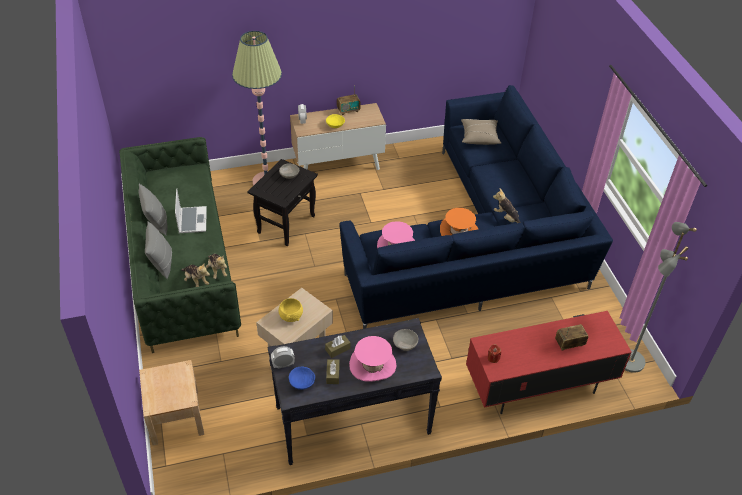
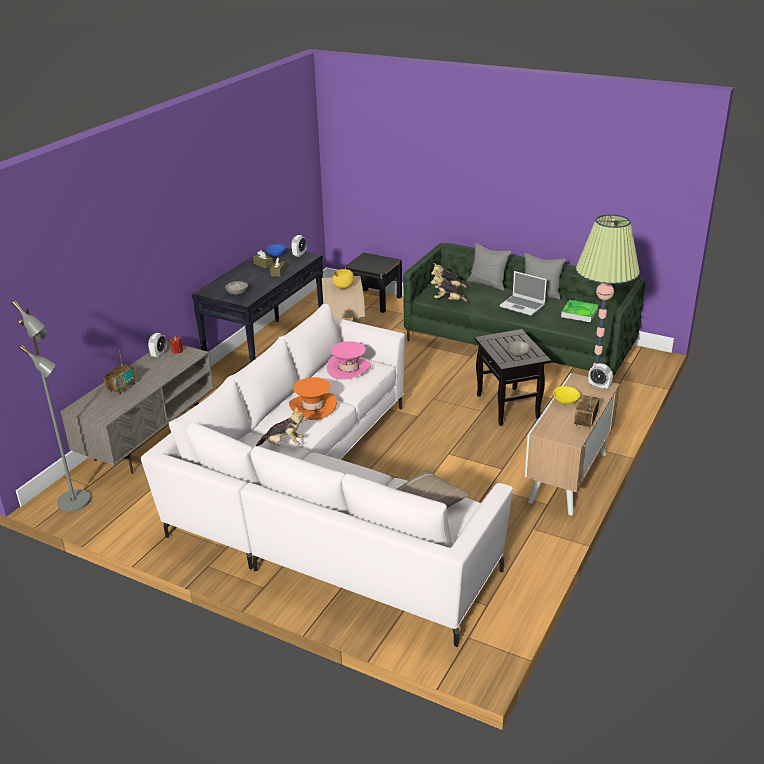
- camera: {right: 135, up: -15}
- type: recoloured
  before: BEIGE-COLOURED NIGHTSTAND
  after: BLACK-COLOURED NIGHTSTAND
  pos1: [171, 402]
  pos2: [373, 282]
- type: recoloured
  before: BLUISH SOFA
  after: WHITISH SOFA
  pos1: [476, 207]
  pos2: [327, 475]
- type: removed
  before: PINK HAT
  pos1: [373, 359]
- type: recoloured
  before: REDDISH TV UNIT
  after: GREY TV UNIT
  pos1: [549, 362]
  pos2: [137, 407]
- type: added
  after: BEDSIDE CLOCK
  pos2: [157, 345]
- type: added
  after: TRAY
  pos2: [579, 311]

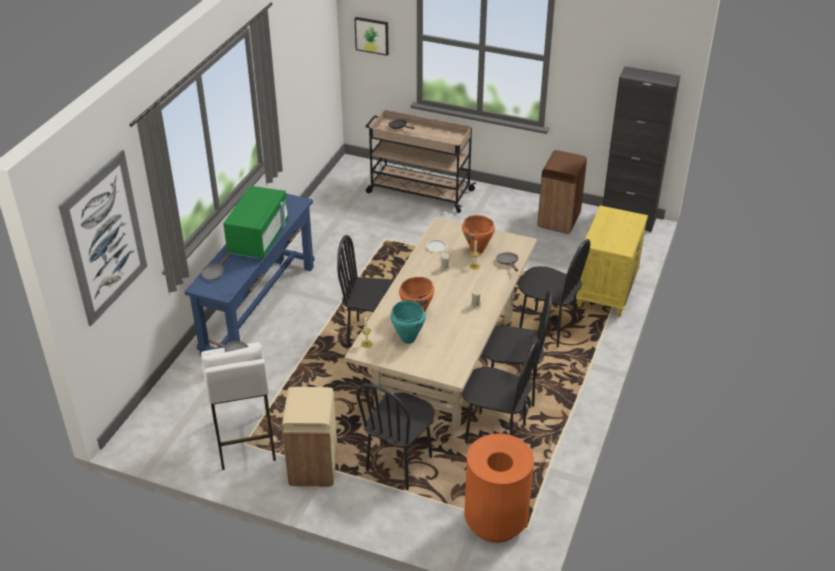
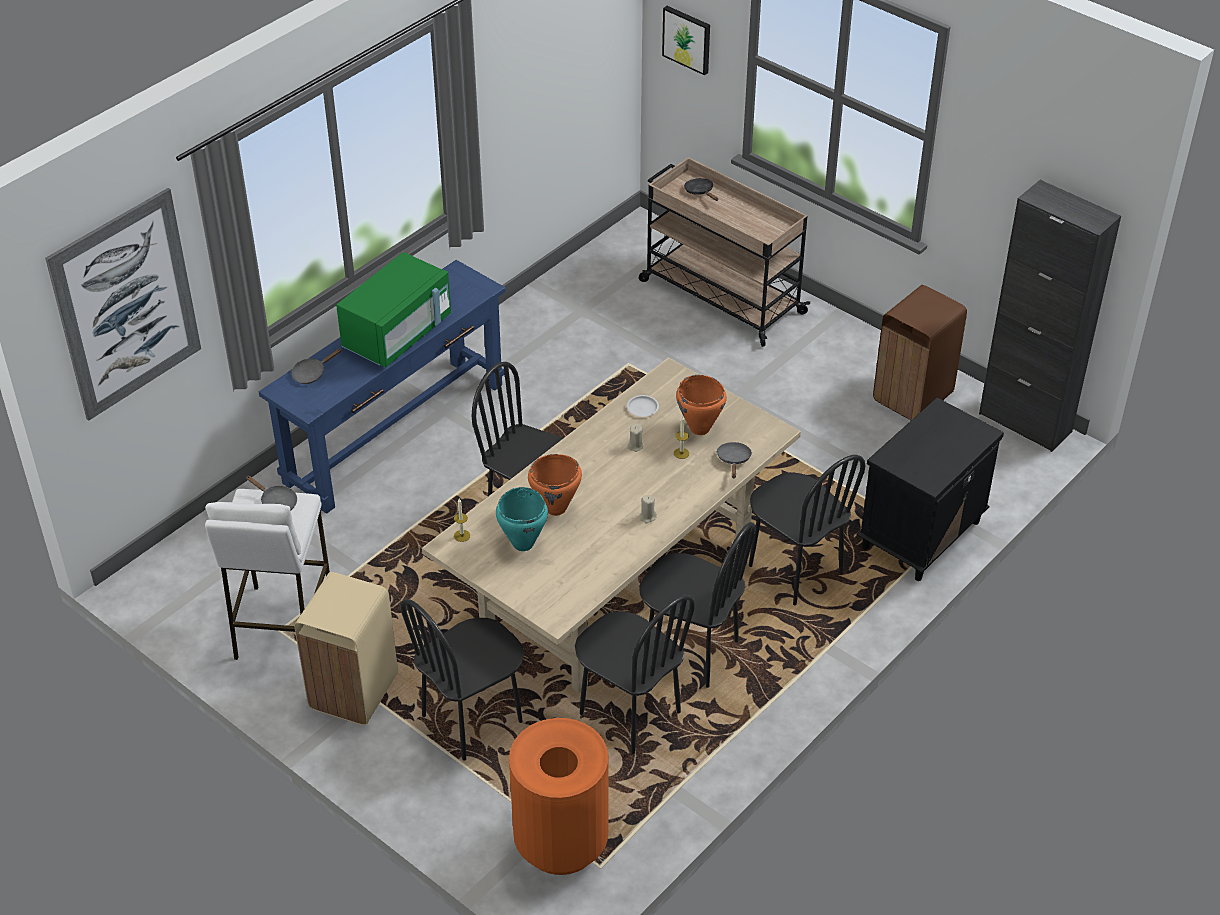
- camera: {right: 20, up: 5}
- type: recoloured
  before: YELLOW-COLOURED NIGHTSTAND
  after: BLACK-COLOURED NIGHTSTAND
  pos1: [612, 261]
  pos2: [930, 489]

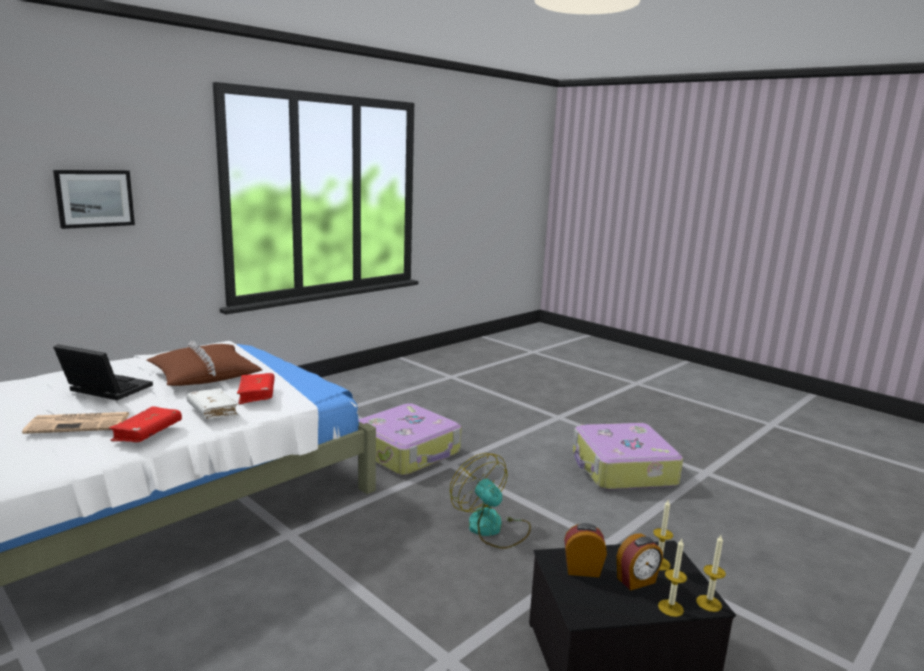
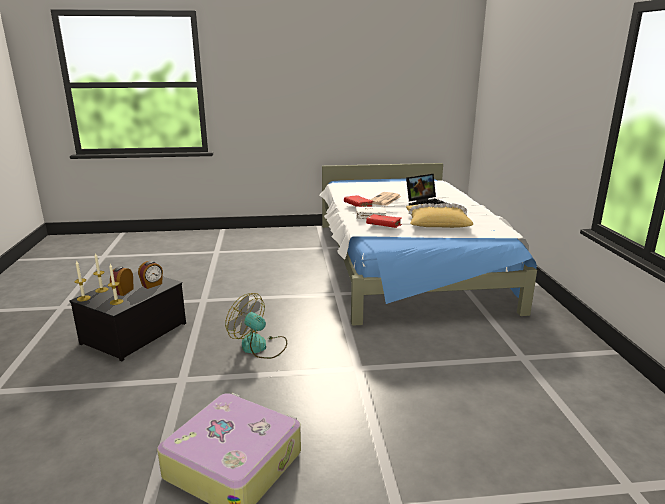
- camera: {right: 130, up: 5}
- type: removed
  before: WALL PICTURE
  pos1: [94, 199]
- type: recoloured
  before: BROWN-COLOURED PILLOW
  after: YELLOW-COLOURED PILLOW
  pos1: [204, 363]
  pos2: [439, 215]
- type: removed
  before: SUITCASE
  pos1: [410, 439]
- type: turned
  before: COOLING FAN
  pos1: [490, 501]
  pos2: [256, 326]
  turn: -150

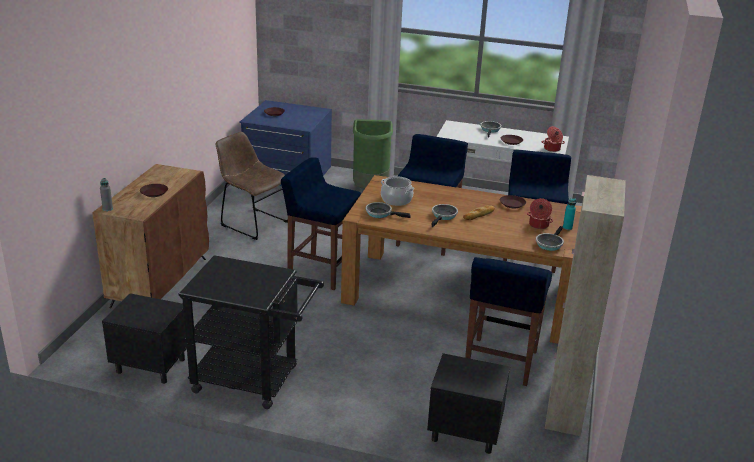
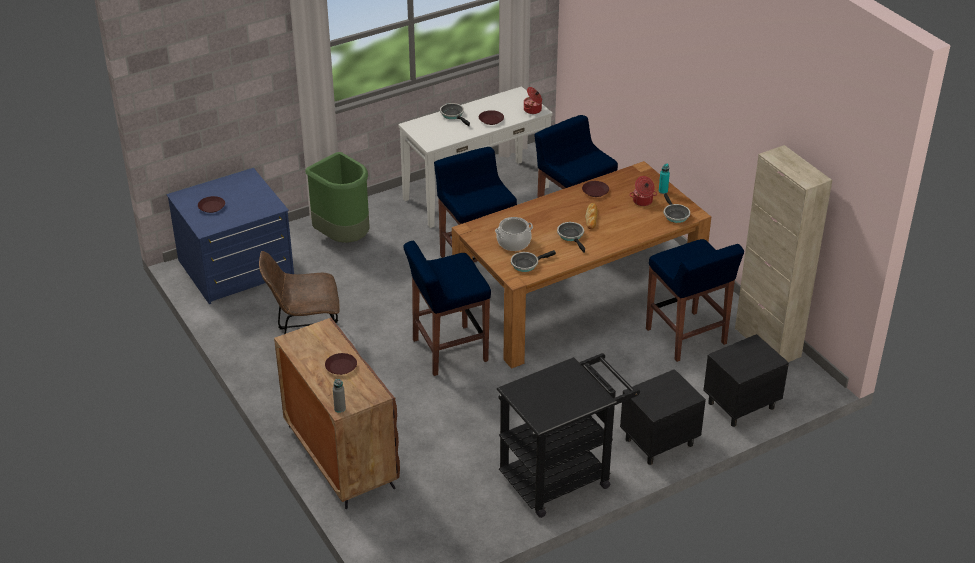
- camera: {right: -45, up: 10}
- type: moved
  before: BLACK-COLOURED NIGHTSTAND
  pos1: [144, 338]
  pos2: [663, 417]

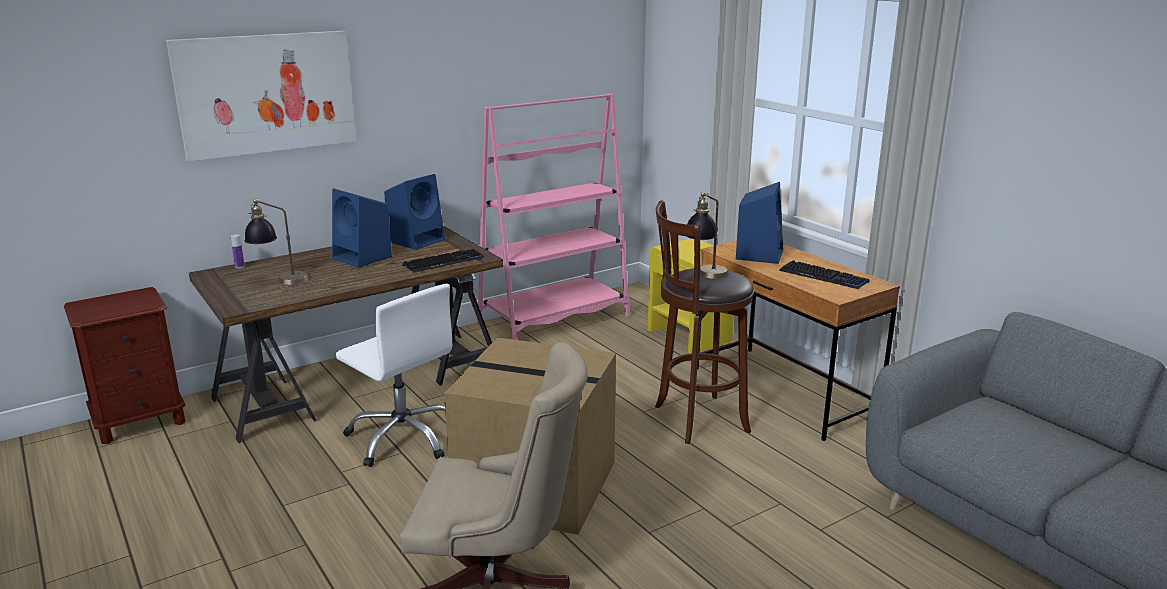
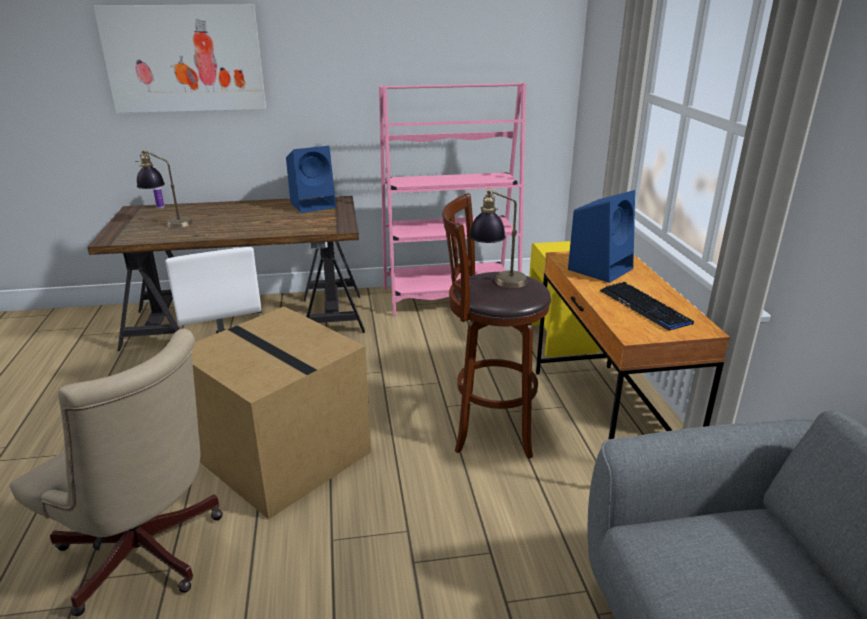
- camera: {right: 25, up: 5}
- type: removed
  before: BROWN-COLOURED NIGHTSTAND
  pos1: [125, 365]
- type: removed
  before: BLUISH SPEAKER
  pos1: [362, 228]
- type: removed
  before: KEYBOARD
  pos1: [443, 261]

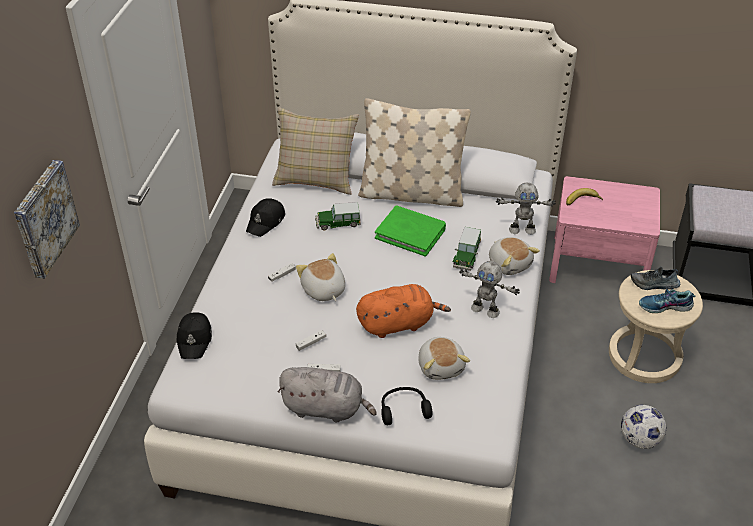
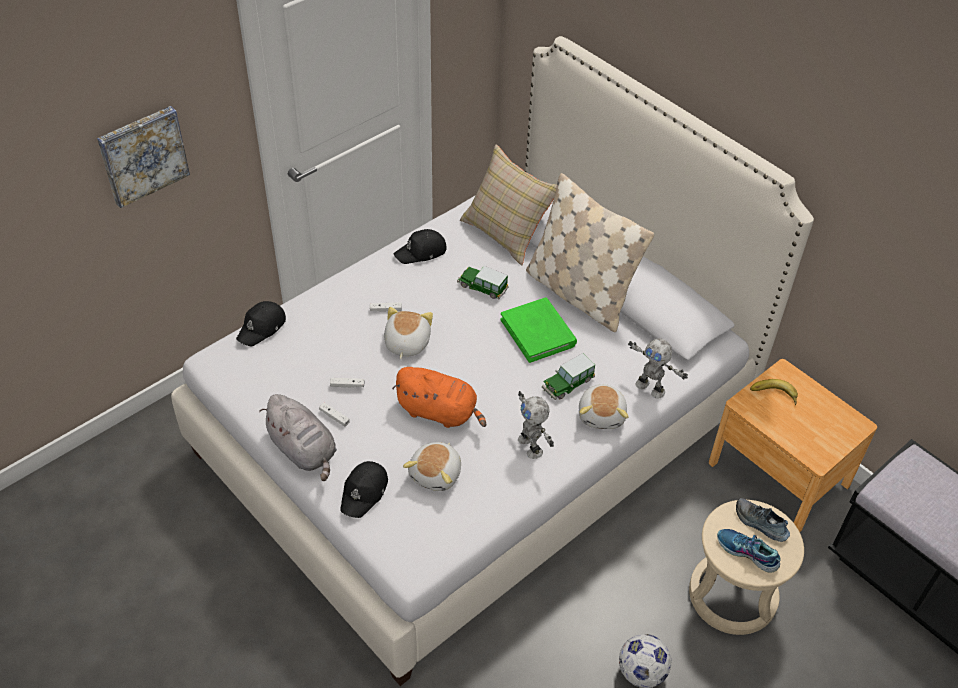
- camera: {right: 35, up: 5}
- type: replaced
  before: BLACK-COLOURED PAIR OF HEADPHONES
  after: BLACK-COLOURED PEAKED CAP
  pos1: [407, 406]
  pos2: [364, 489]
- type: recoloured
  before: PINK NIGHTSTAND
  after: BROWN-COLOURED NIGHTSTAND
  pos1: [604, 229]
  pos2: [793, 445]

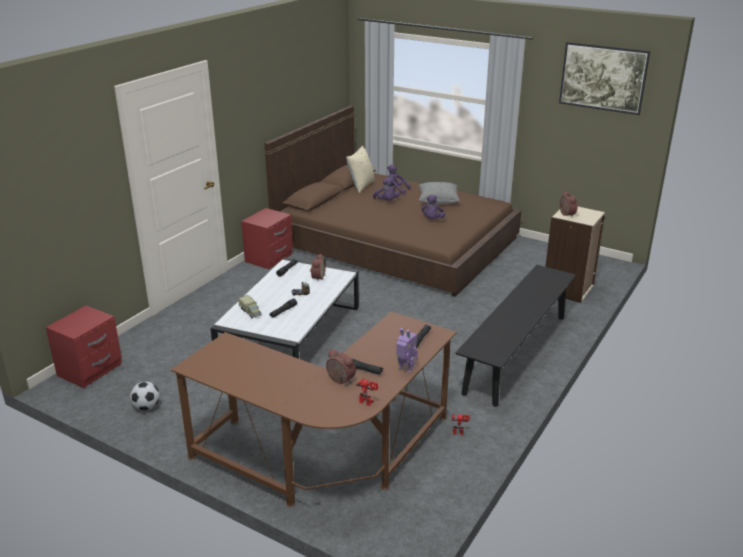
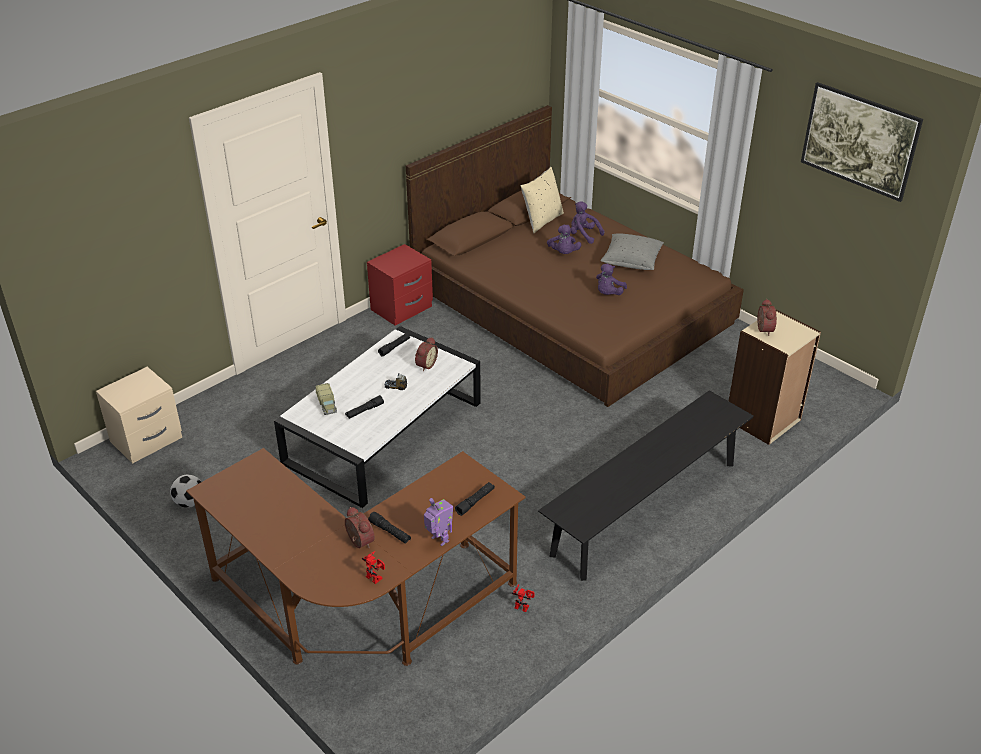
- camera: {right: 15, up: 10}
- type: recoloured
  before: REDDISH NIGHTSTAND
  after: BEIGE-COLOURED NIGHTSTAND
  pos1: [84, 347]
  pos2: [139, 415]

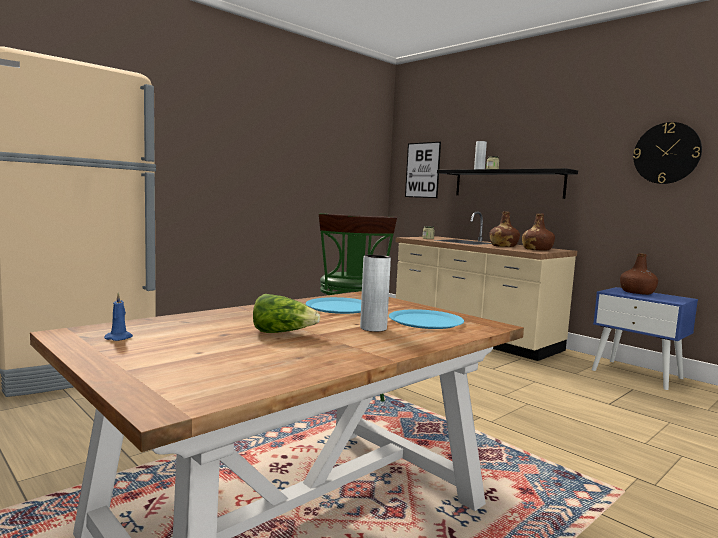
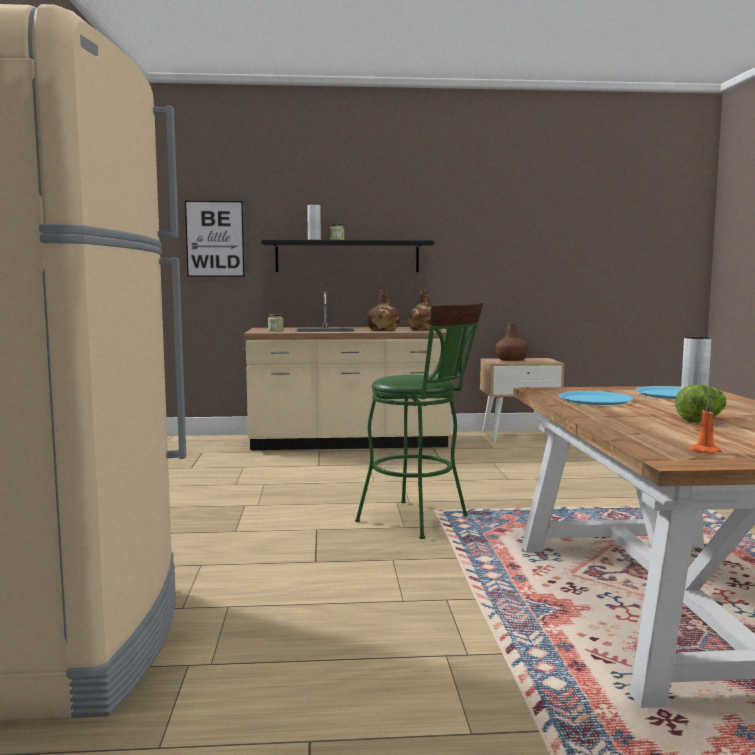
- camera: {right: -50, up: 0}
- type: recoloured
  before: BLUISH WAX CANDLE
  after: ORANGEY WAX CANDLE
  pos1: [118, 316]
  pos2: [705, 427]
- type: recoloured
  before: BLUISH NIGHTSTAND
  after: BEIGE-COLOURED NIGHTSTAND
  pos1: [645, 338]
  pos2: [522, 400]
- type: removed
  before: WALL CLOCK
  pos1: [667, 153]

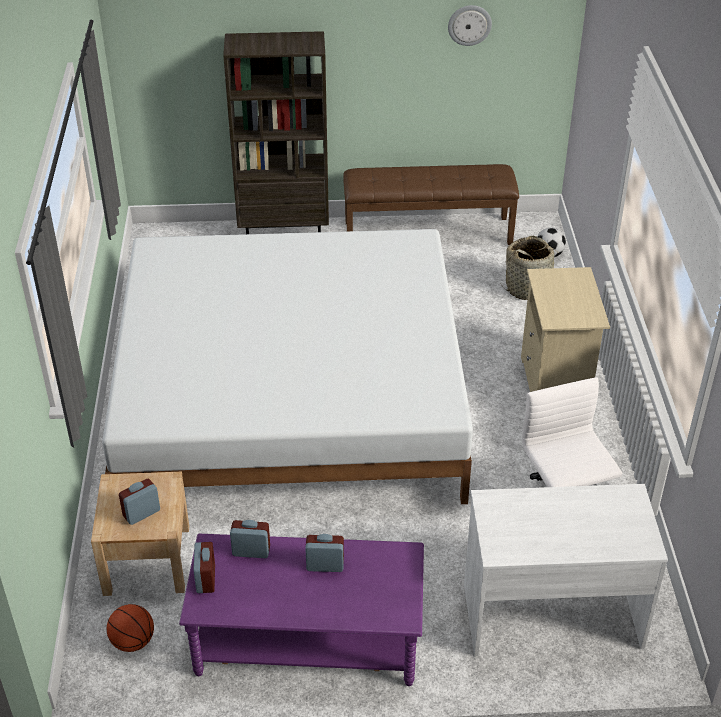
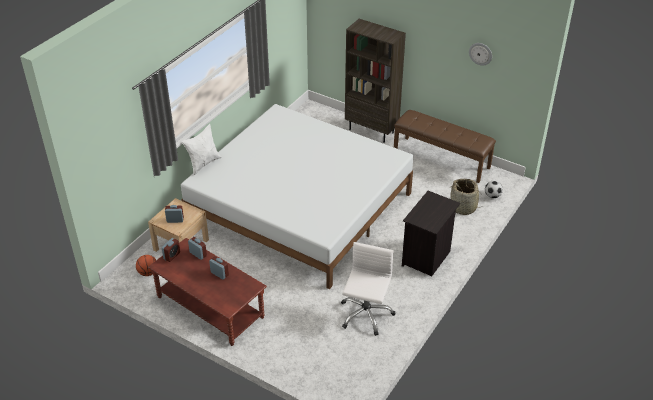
- camera: {right: 35, up: 0}
- type: recoloured
  before: PURPLE-COLOURED LOW TABLE
  after: BROWN-COLOURED LOW TABLE
  pos1: [301, 610]
  pos2: [207, 292]
- type: removed
  before: WHITISH DESK TABLE
  pos1: [566, 570]
- type: recoloured
  before: BEIGE-COLOURED NIGHTSTAND
  after: BLACK-COLOURED NIGHTSTAND
  pos1: [565, 329]
  pos2: [431, 233]
- type: added
  after: WHITISH PILLOW
  pos2: [202, 149]

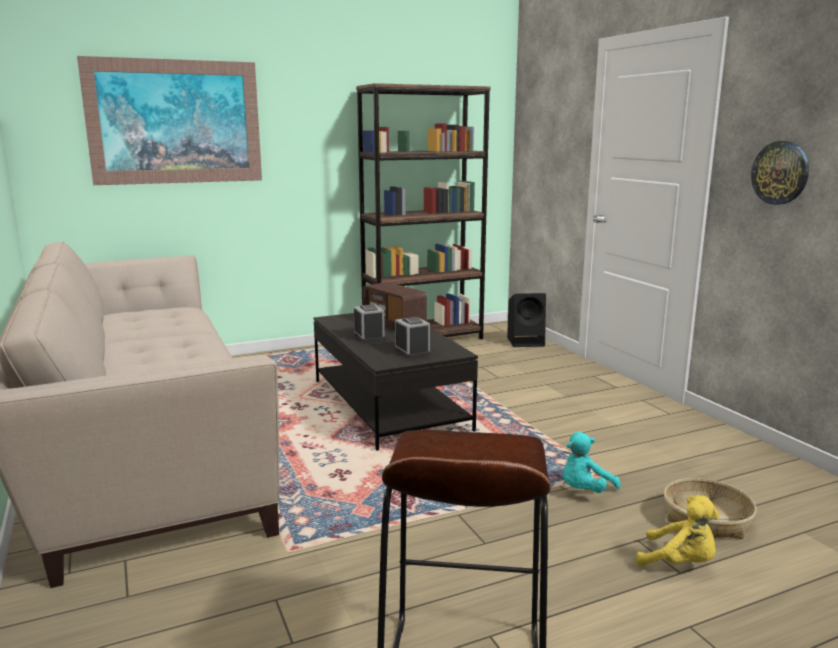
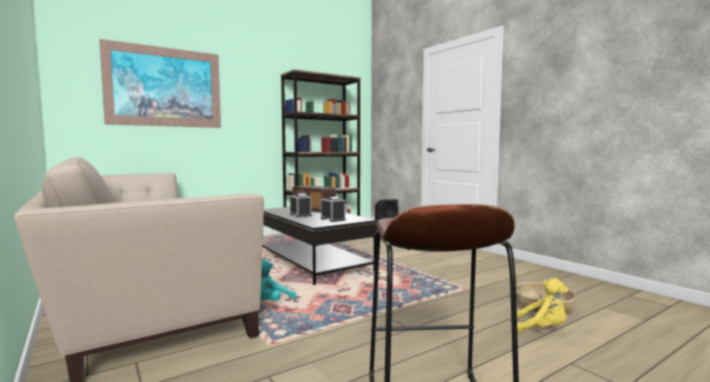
- camera: {right: -10, up: -10}
- type: moved
  before: TURQUOISE-COLOURED PLUSH TOY
  pos1: [591, 462]
  pos2: [278, 280]
- type: removed
  before: WALL CLOCK
  pos1: [780, 173]

